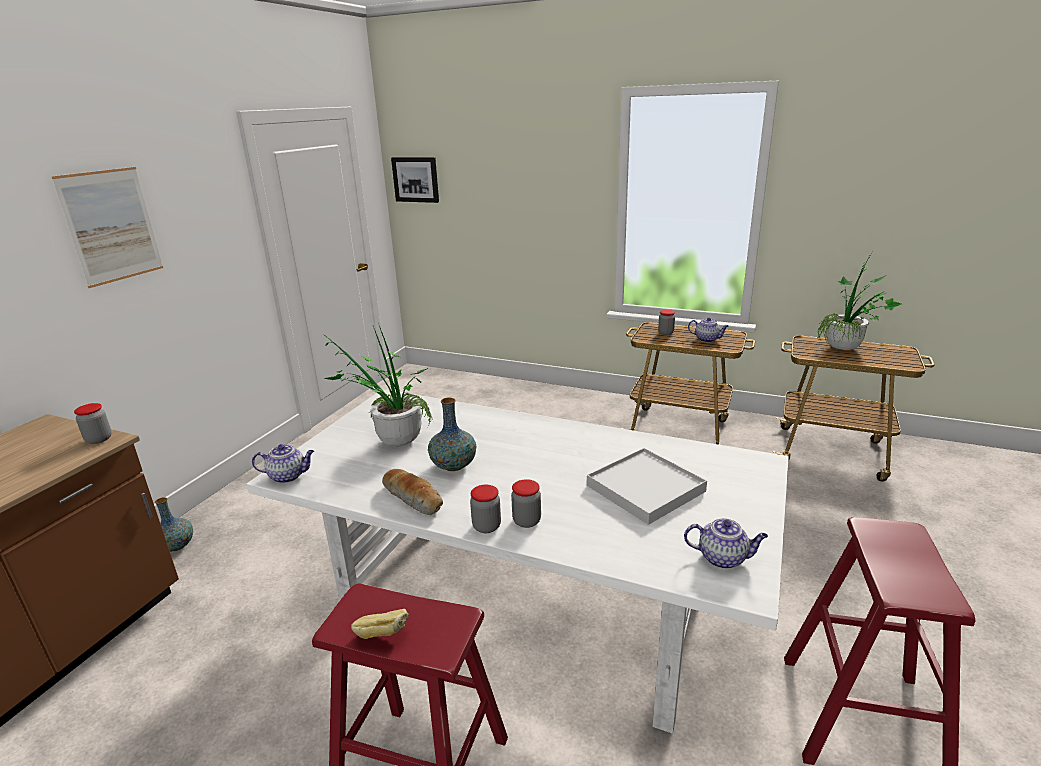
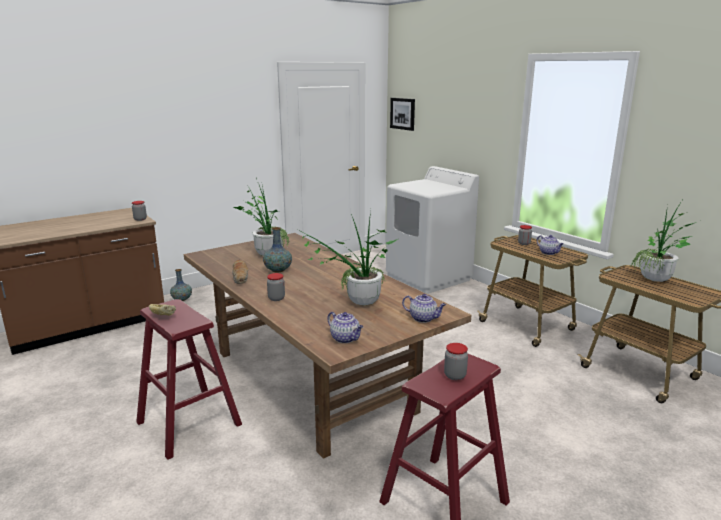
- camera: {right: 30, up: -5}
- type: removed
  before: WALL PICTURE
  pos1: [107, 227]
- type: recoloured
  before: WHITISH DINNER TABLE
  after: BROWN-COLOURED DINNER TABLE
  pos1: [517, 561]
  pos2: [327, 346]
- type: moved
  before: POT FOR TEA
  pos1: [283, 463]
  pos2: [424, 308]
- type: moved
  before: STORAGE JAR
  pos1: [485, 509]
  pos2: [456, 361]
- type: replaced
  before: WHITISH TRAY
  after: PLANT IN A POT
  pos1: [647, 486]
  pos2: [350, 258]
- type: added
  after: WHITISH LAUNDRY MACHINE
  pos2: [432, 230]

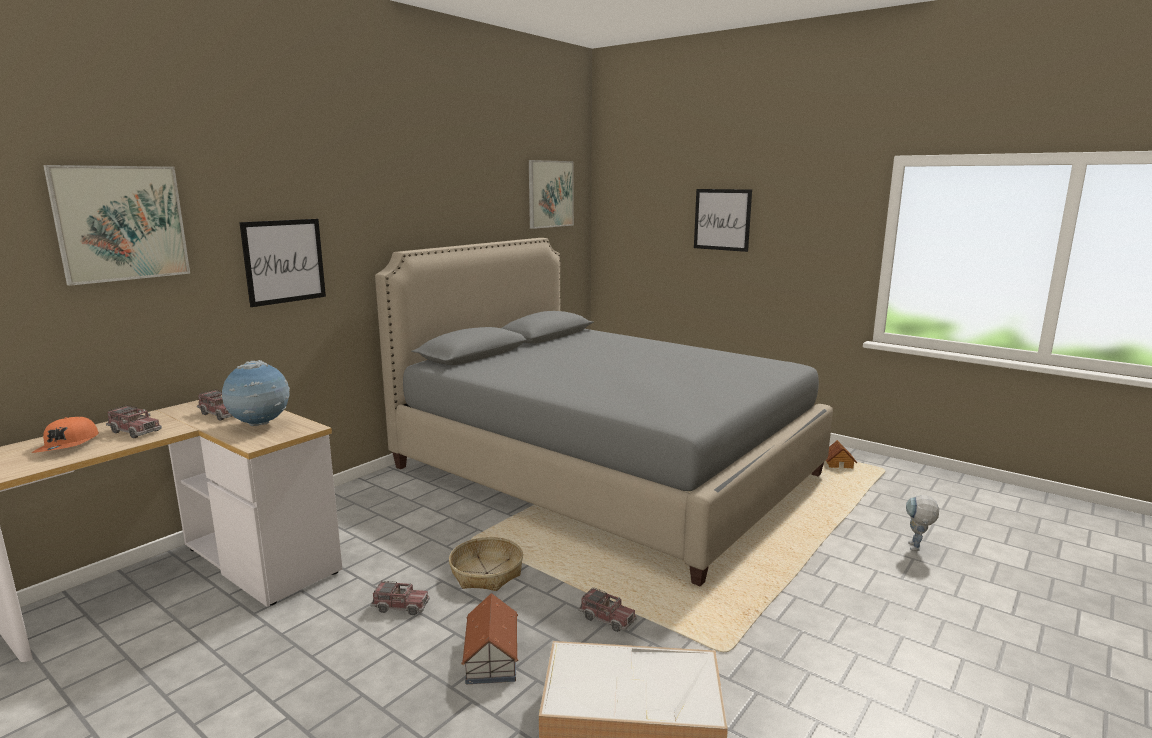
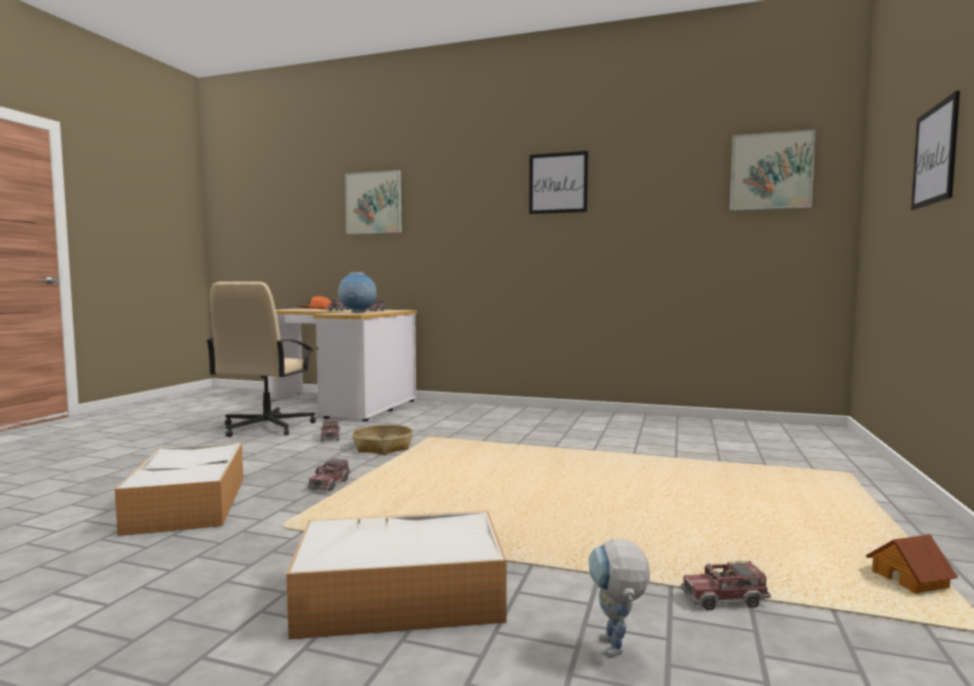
- camera: {right: 70, up: -10}
- type: moved
  before: WALL PICTURE
  pos1: [282, 263]
  pos2: [558, 182]
- type: removed
  before: GREY BED
  pos1: [604, 412]
- type: removed
  before: MINIATURE HOUSE
  pos1: [489, 638]
- type: turned
  before: ROBOT FIGURE
  pos1: [922, 523]
  pos2: [619, 597]
  turn: -90
- type: added
  after: BEIGE-COLOURED OFFICE CHAIR
  pos2: [261, 359]
- type: added
  after: STORAGE CONTAINER
  pos2: [396, 575]
- type: added
  after: MODEL TRUCK
  pos2: [726, 585]

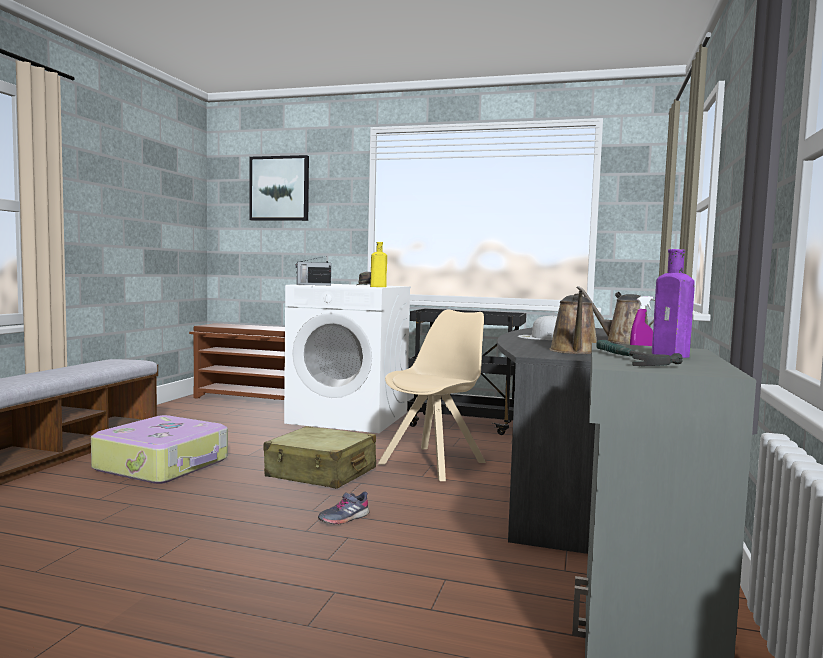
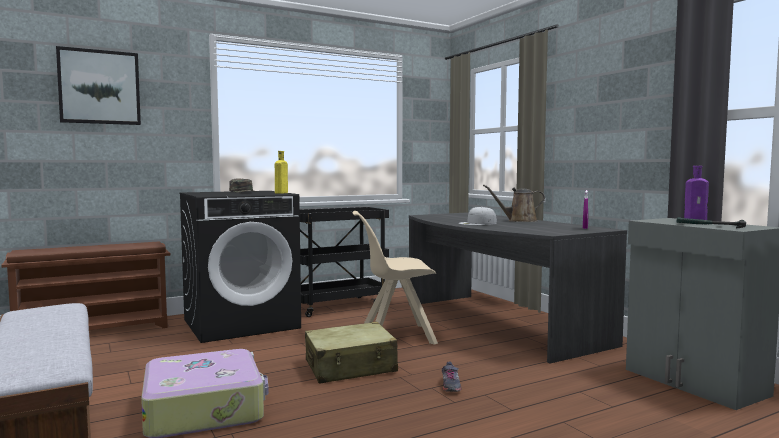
- camera: {right: -45, up: 0}
- type: recoloured
  before: WHITISH LAUNDRY MACHINE
  after: BLACK-COLOURED LAUNDRY MACHINE
  pos1: [347, 358]
  pos2: [240, 267]
- type: removed
  before: RADIO SET
  pos1: [313, 270]
- type: turned
  before: BEIGE-COLOURED CHAIR
  pos1: [432, 395]
  pos2: [395, 278]
  turn: -90
- type: removed
  before: BROWN-COLOURED WATERING POT
  pos1: [573, 322]

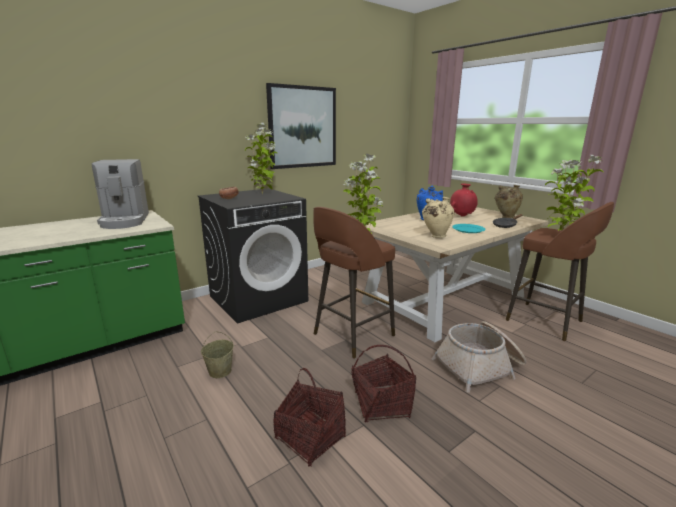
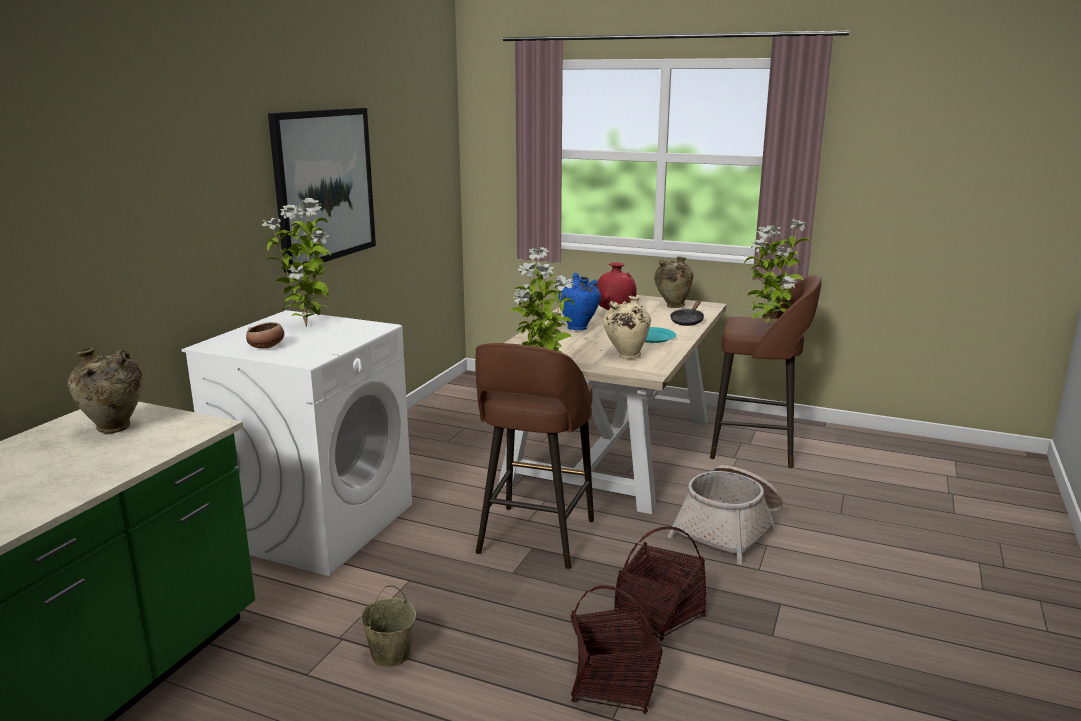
- camera: {right: -30, up: 0}
- type: replaced
  before: COFFEE MACHINE
  after: BEIGE-COLOURED VASE
  pos1: [120, 194]
  pos2: [105, 390]
- type: recoloured
  before: BLACK-COLOURED LAUNDRY MACHINE
  after: WHITISH LAUNDRY MACHINE
  pos1: [253, 256]
  pos2: [296, 443]

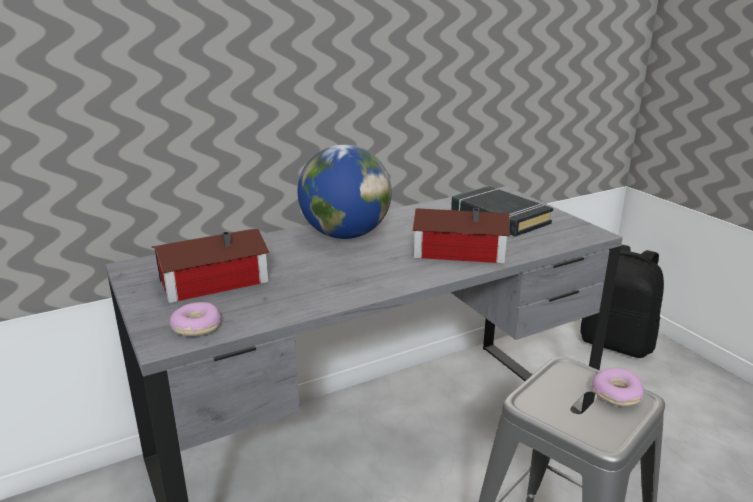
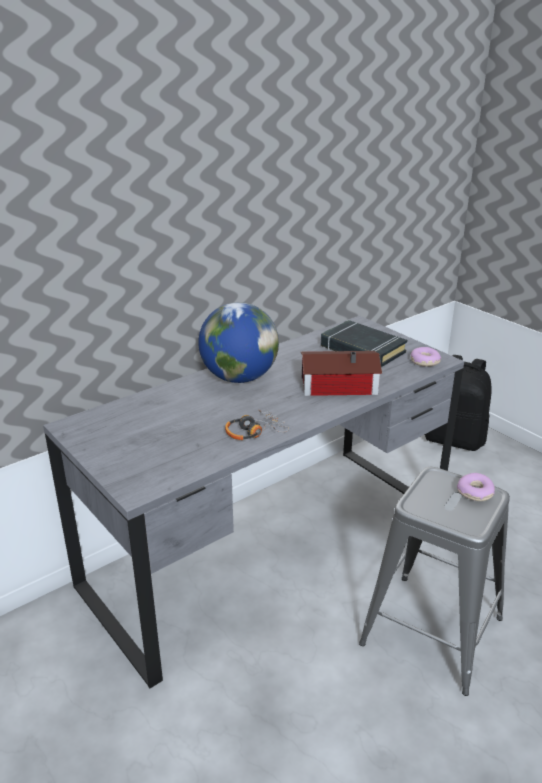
- camera: {right: -10, up: 5}
- type: removed
  before: MINIATURE HOUSE
  pos1: [211, 266]
- type: moved
  before: DOUGHNUT
  pos1: [195, 319]
  pos2: [426, 357]
- type: added
  after: PAIR OF HEADPHONES
  pos2: [257, 425]

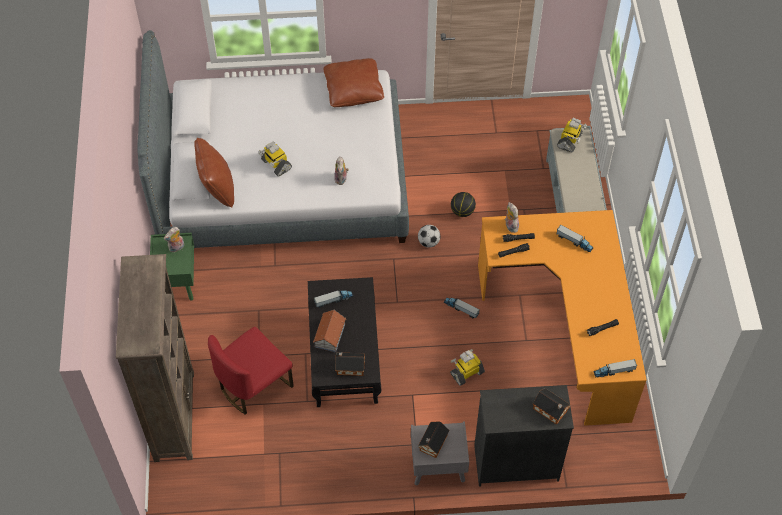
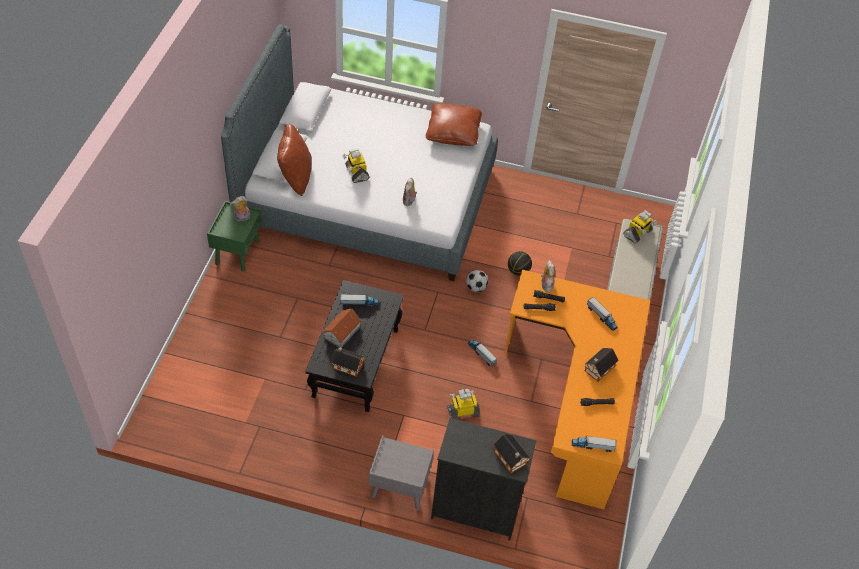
- camera: {right: 15, up: -5}
- type: removed
  before: BROWN-COLOURED BOOKCASE
  pos1: [155, 358]
- type: removed
  before: REDDISH CHAIR
  pos1: [251, 371]
- type: moved
  before: MINIATURE HOUSE
  pos1: [434, 439]
  pos2: [602, 364]

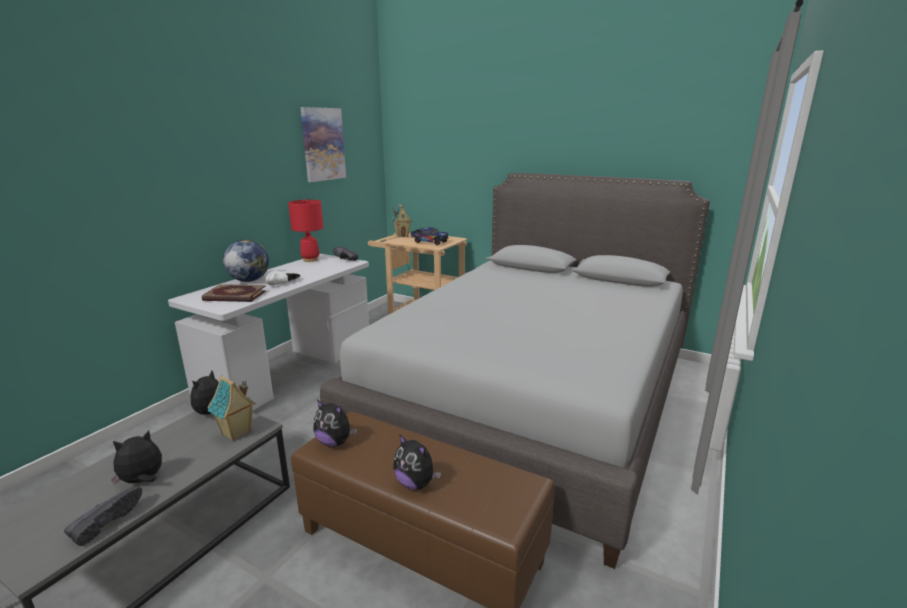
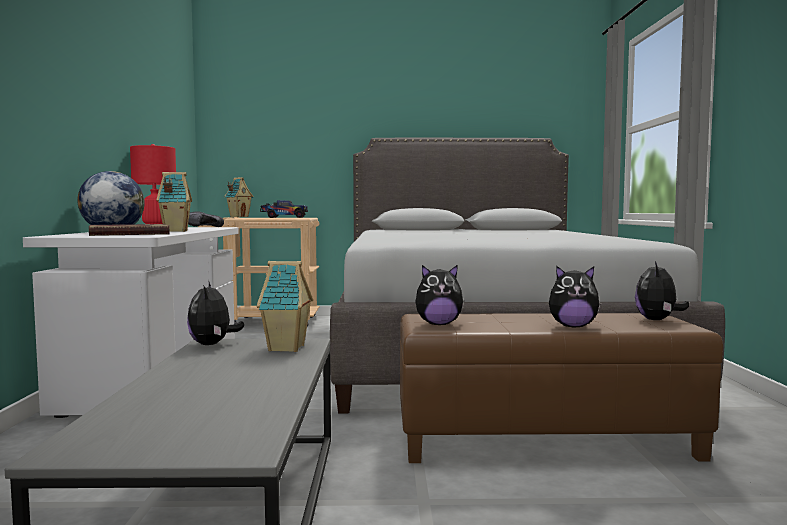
- camera: {right: -30, up: -15}
- type: removed
  before: BLACK-COLOURED LOW SHOE
  pos1: [103, 516]
- type: moved
  before: PLUSH TOY
  pos1: [136, 458]
  pos2: [662, 291]
- type: replaced
  before: WHITISH LOW SHOE
  after: MINIATURE HOUSE
  pos1: [283, 278]
  pos2: [174, 202]
- type: removed
  before: WALL PICTURE
  pos1: [323, 144]

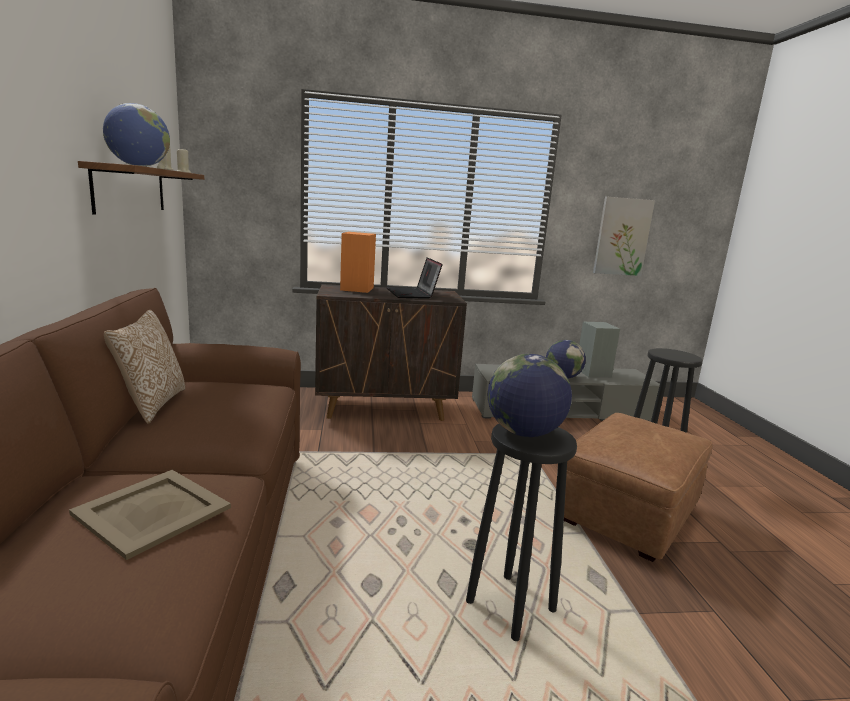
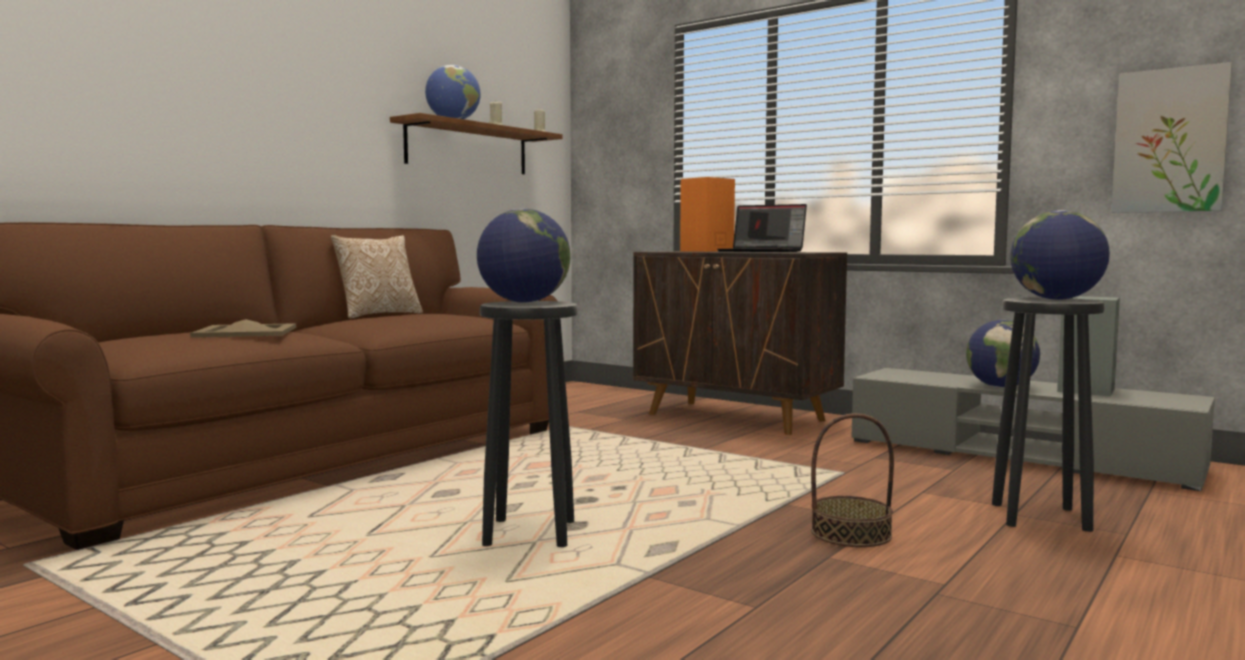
- camera: {right: 45, up: -10}
- type: turned
  before: PORTABLE COMPUTER
  pos1: [414, 278]
  pos2: [762, 228]
  turn: -90
- type: replaced
  before: BROWN-COLOURED POUFFE
  after: HOUSEHOLD BASKET
  pos1: [638, 487]
  pos2: [852, 480]
- type: added
  after: WORLD GLOBE
  pos2: [1060, 255]

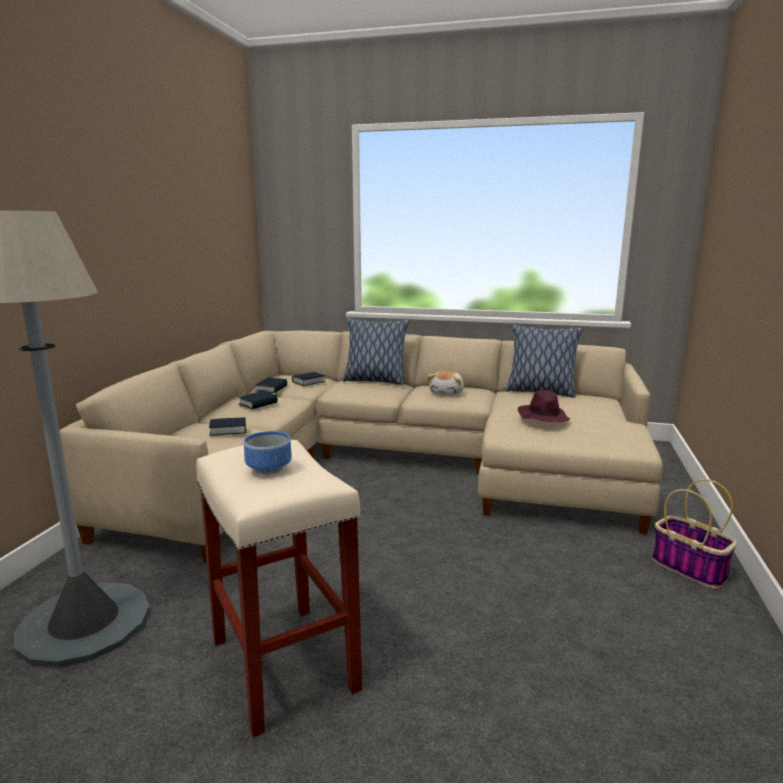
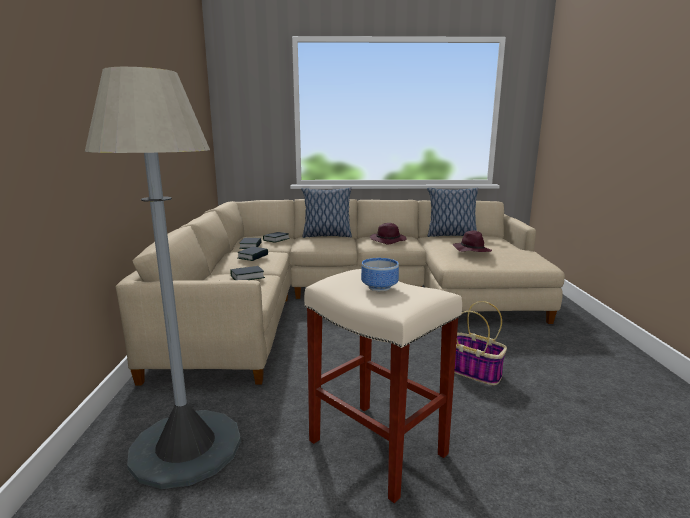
- camera: {right: -15, up: 0}
- type: replaced
  before: PLUSH TOY
  after: PURPLE-COLOURED HAT
  pos1: [445, 383]
  pos2: [388, 233]
- type: moved
  before: HOUSEHOLD BASKET
  pos1: [694, 534]
  pos2: [480, 343]

